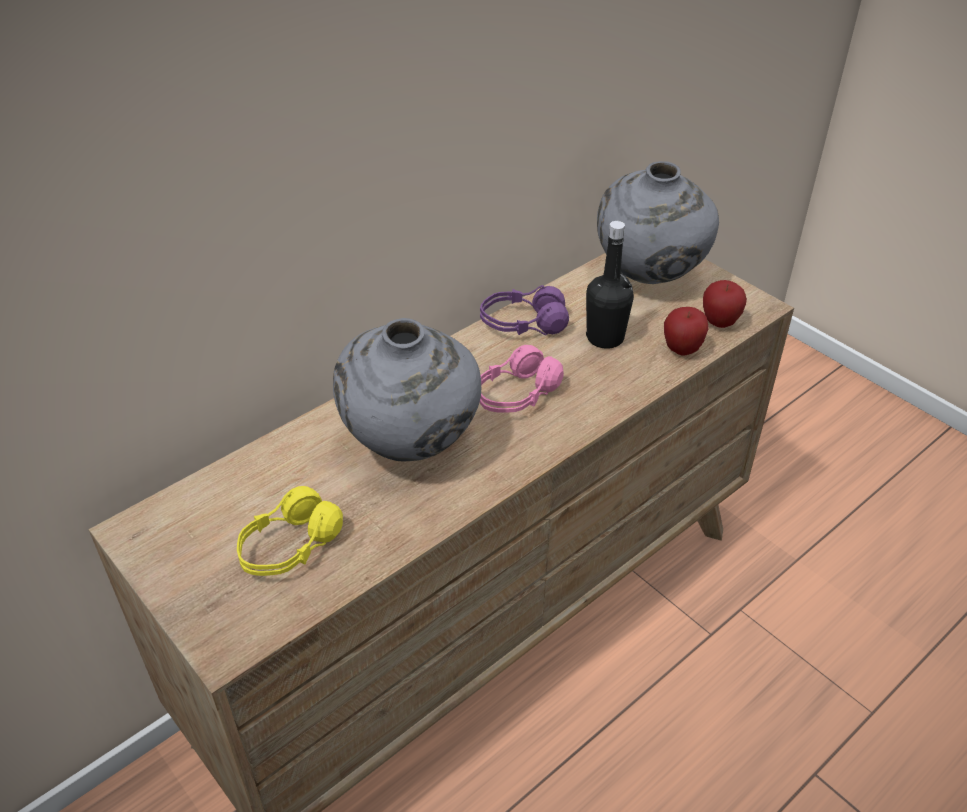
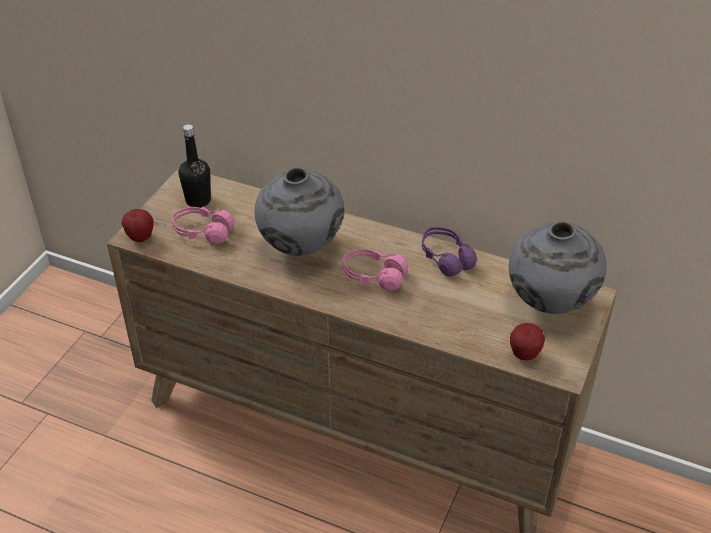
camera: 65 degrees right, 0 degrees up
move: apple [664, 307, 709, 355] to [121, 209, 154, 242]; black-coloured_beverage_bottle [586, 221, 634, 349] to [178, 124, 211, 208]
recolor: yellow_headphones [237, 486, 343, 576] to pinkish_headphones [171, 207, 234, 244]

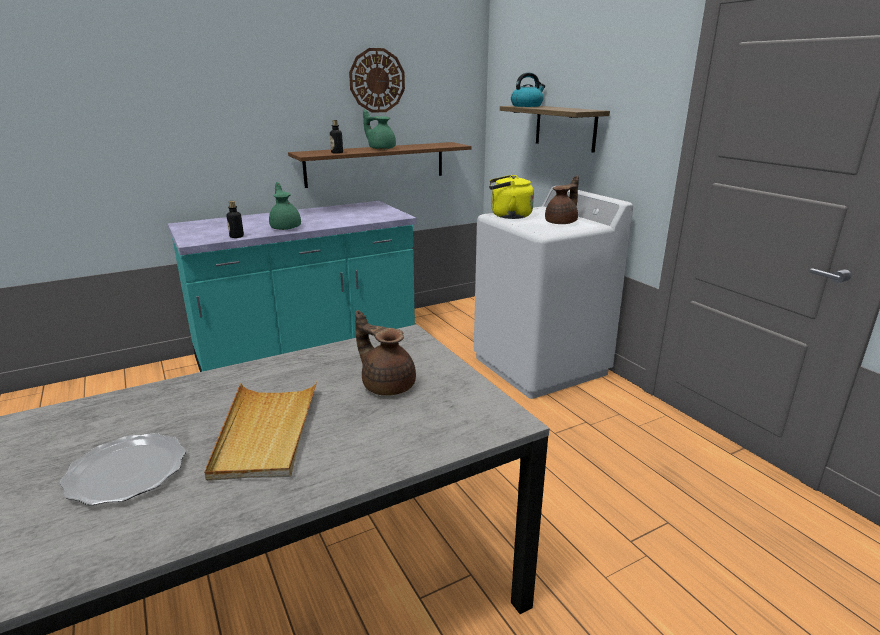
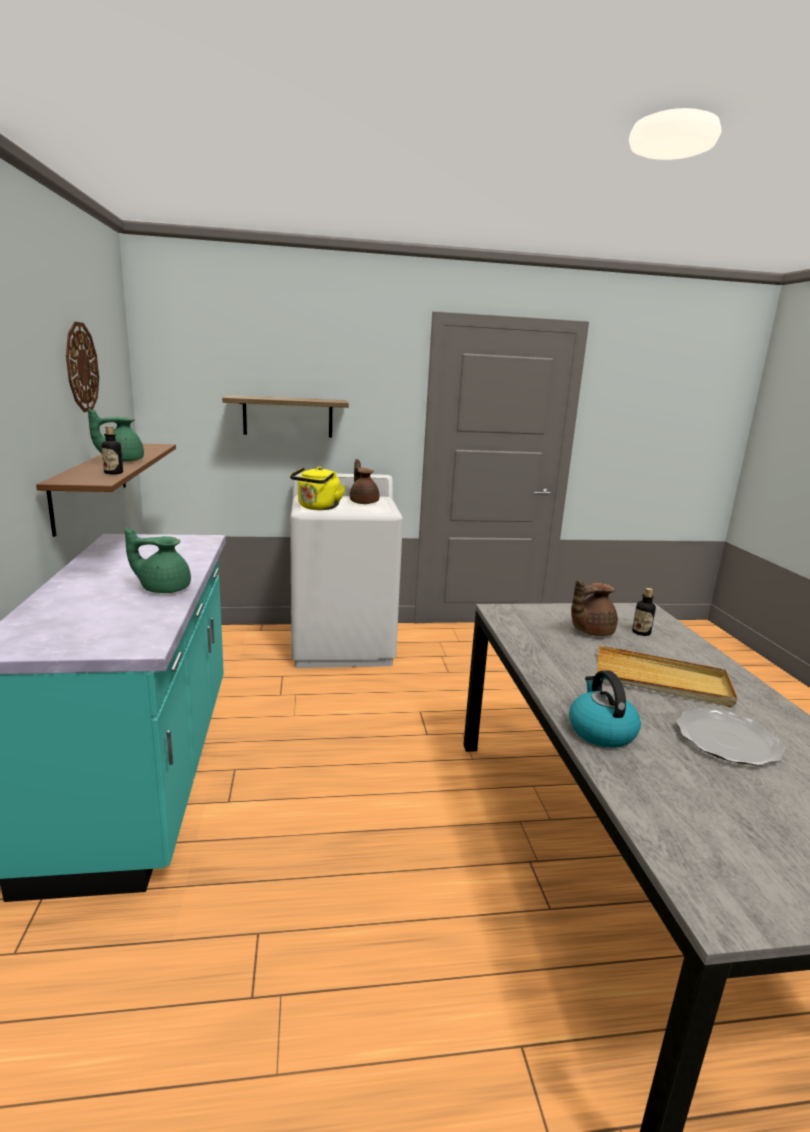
camera: 70 degrees left, 5 degrees down
move: water_kettle [511, 73, 545, 107] to [569, 670, 641, 748]; beverage_bottle [226, 201, 244, 238] to [632, 588, 656, 636]

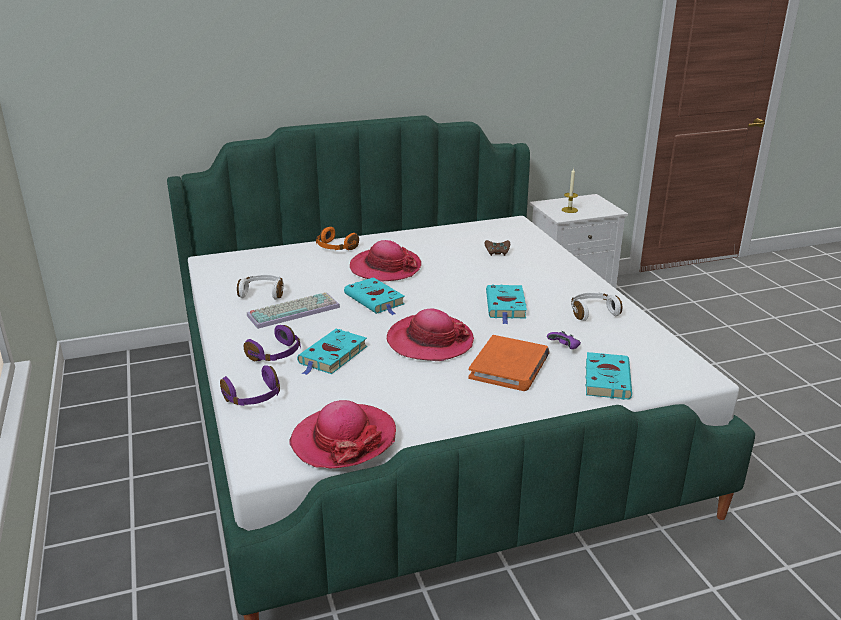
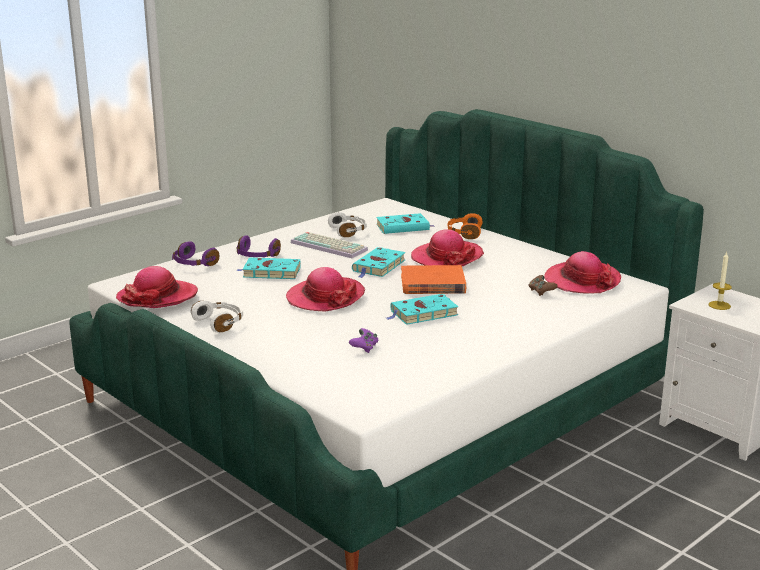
camera: 65 degrees right, 5 degrees down
insert: wearable_hat [544, 251, 621, 294]
move: white_headphones [571, 293, 622, 321] to [191, 300, 243, 332]; turquoise-coloured_bound_book [586, 352, 632, 400] to [376, 213, 434, 234]; orange_bound_book [468, 335, 550, 391] to [401, 265, 466, 294]

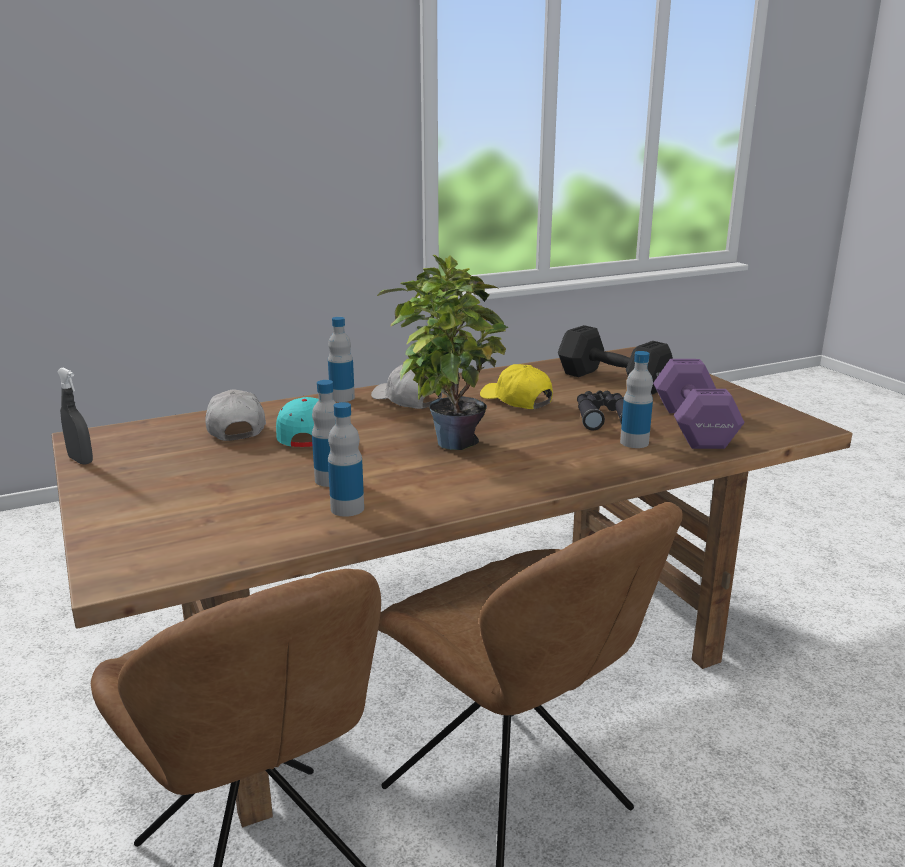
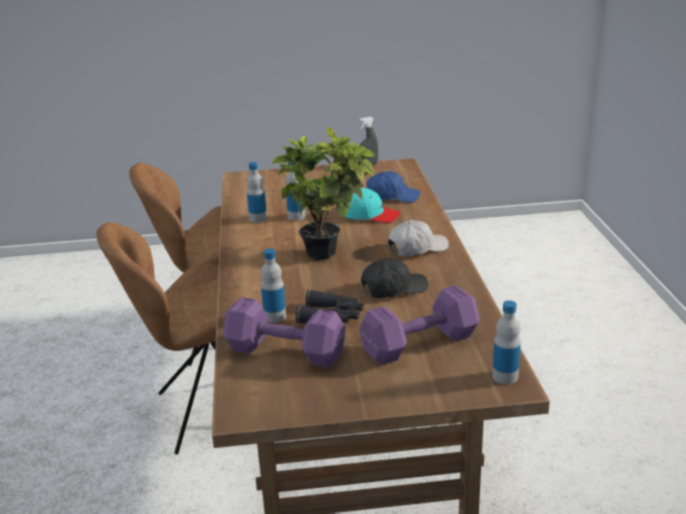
camera: 110 degrees right, 5 degrees up
move: beverage_bottle [328, 317, 355, 402] to [492, 300, 521, 384]
recolor: black-coloured_free_weight [558, 325, 673, 395] to purple-coloured_free_weight [359, 285, 480, 365]; yellow_cap [480, 364, 553, 409] to black-coloured_cap [361, 257, 428, 298]; white_cap [206, 389, 266, 441] to blue_cap [366, 171, 420, 203]

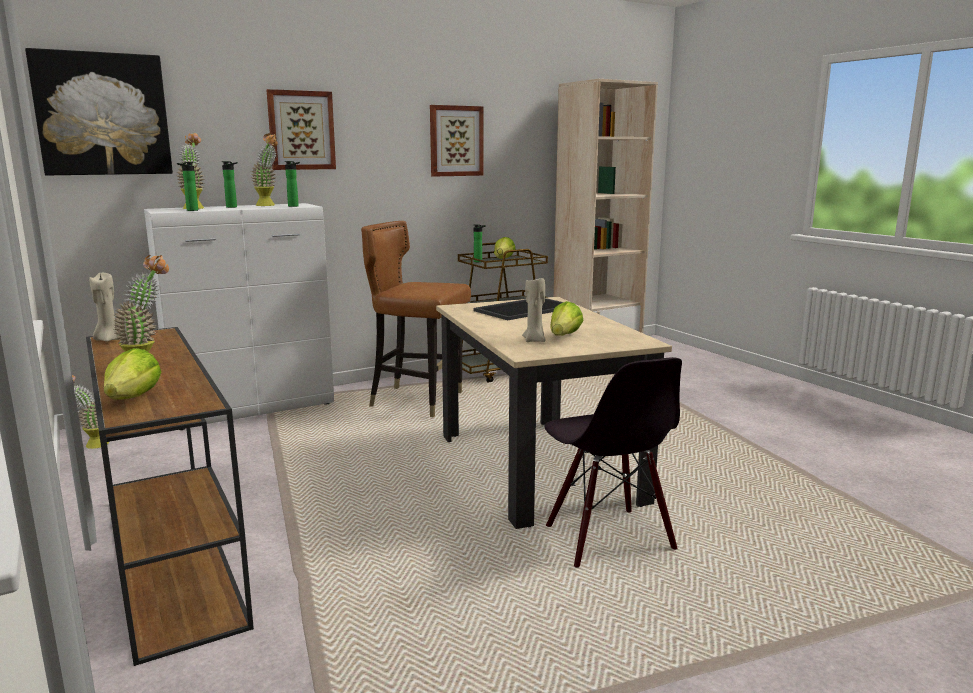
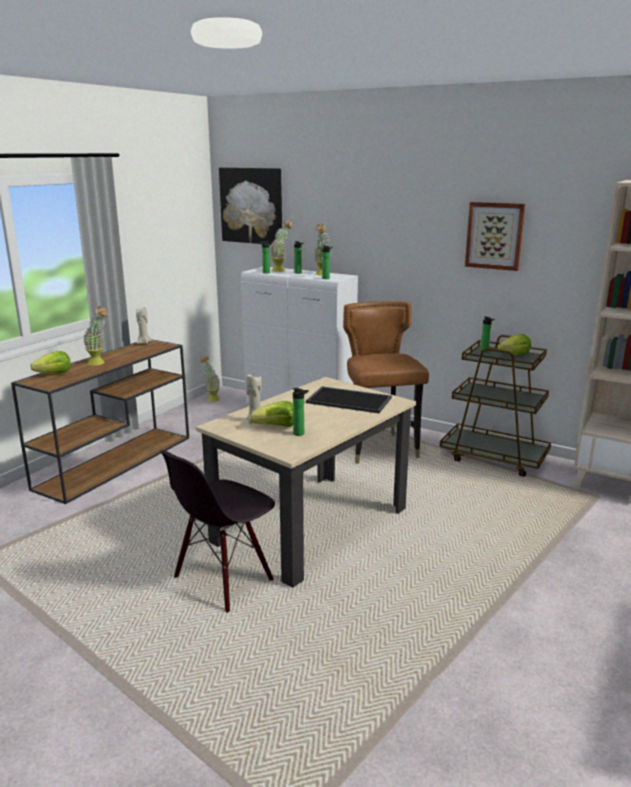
camera: 60 degrees right, 5 degrees up
delete: picture [267, 89, 336, 170]
insert: beverage_bottle [293, 388, 309, 436]

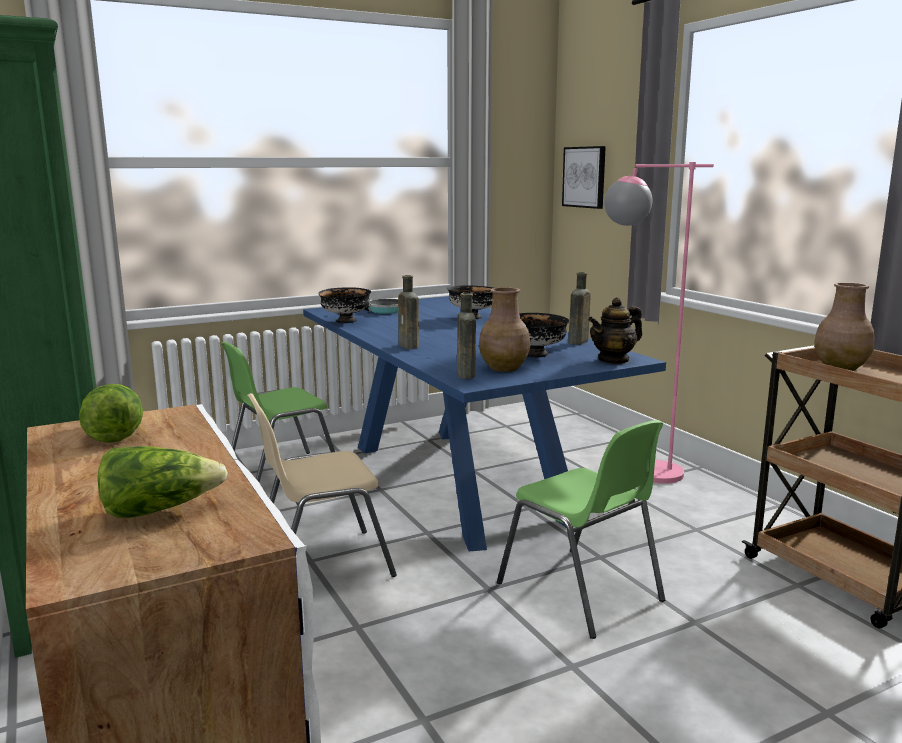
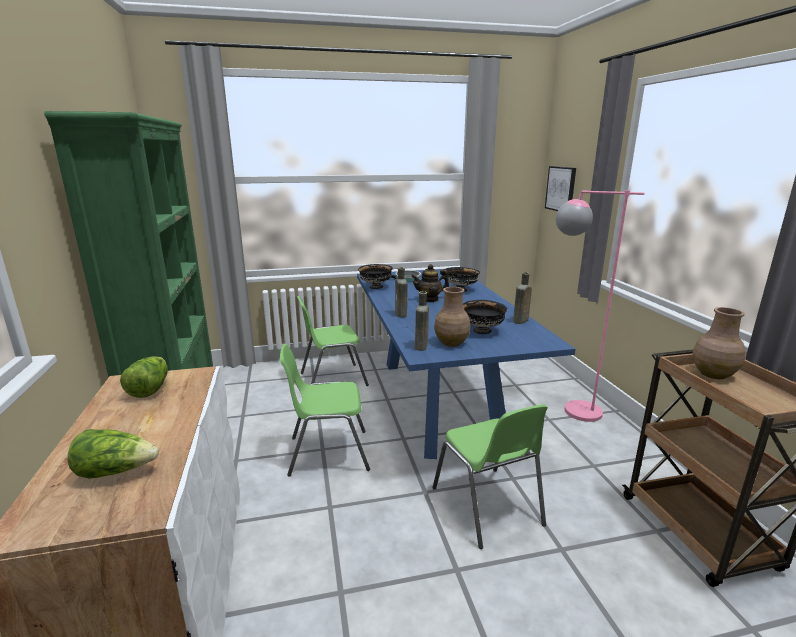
camera: 15 degrees right, 5 degrees up
move: tea_pot [588, 297, 642, 364] to [411, 264, 449, 302]
recolor: beige-coloured_plain_chair [247, 393, 397, 577] to greenish_plain_chair [280, 344, 370, 476]

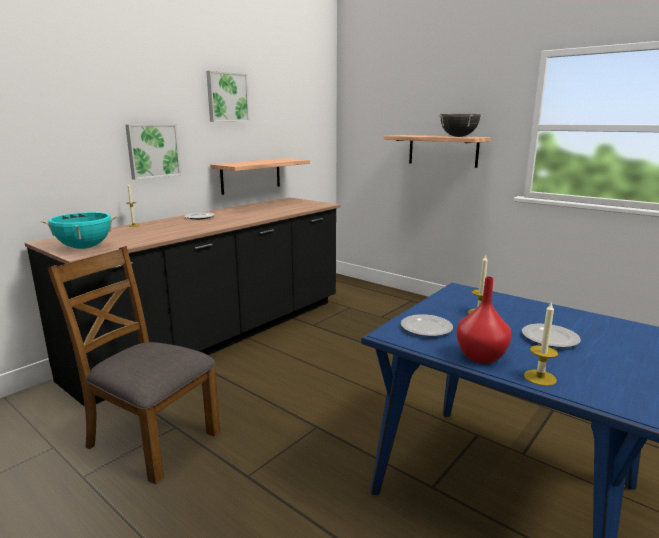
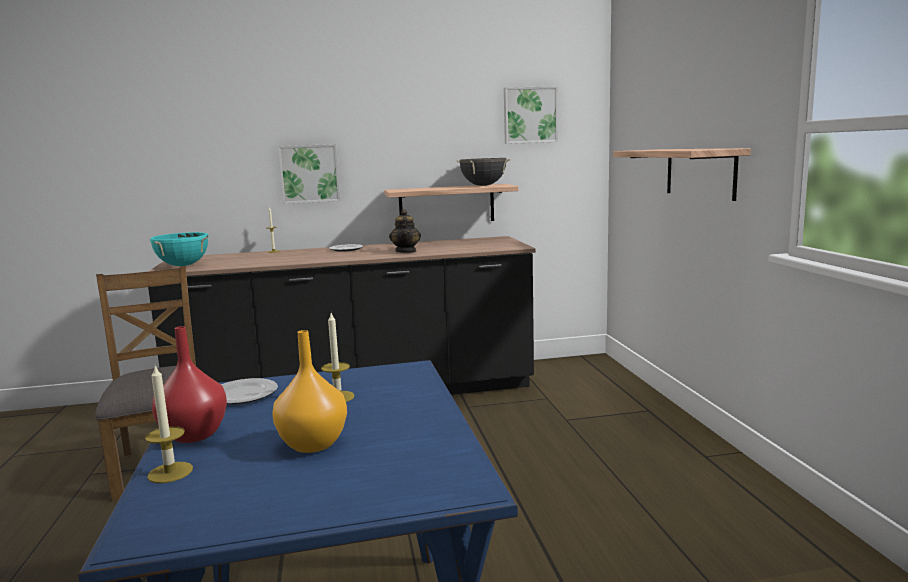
camera: 40 degrees right, 5 degrees down
insert: tea_pot [389, 209, 421, 253]
move: black-coloured_stockpot [438, 114, 482, 137] to [456, 158, 511, 186]; picture [206, 71, 250, 122] to [504, 86, 558, 144]
replace: plate [522, 324, 581, 348] to orange_decorative_vase [273, 330, 347, 453]

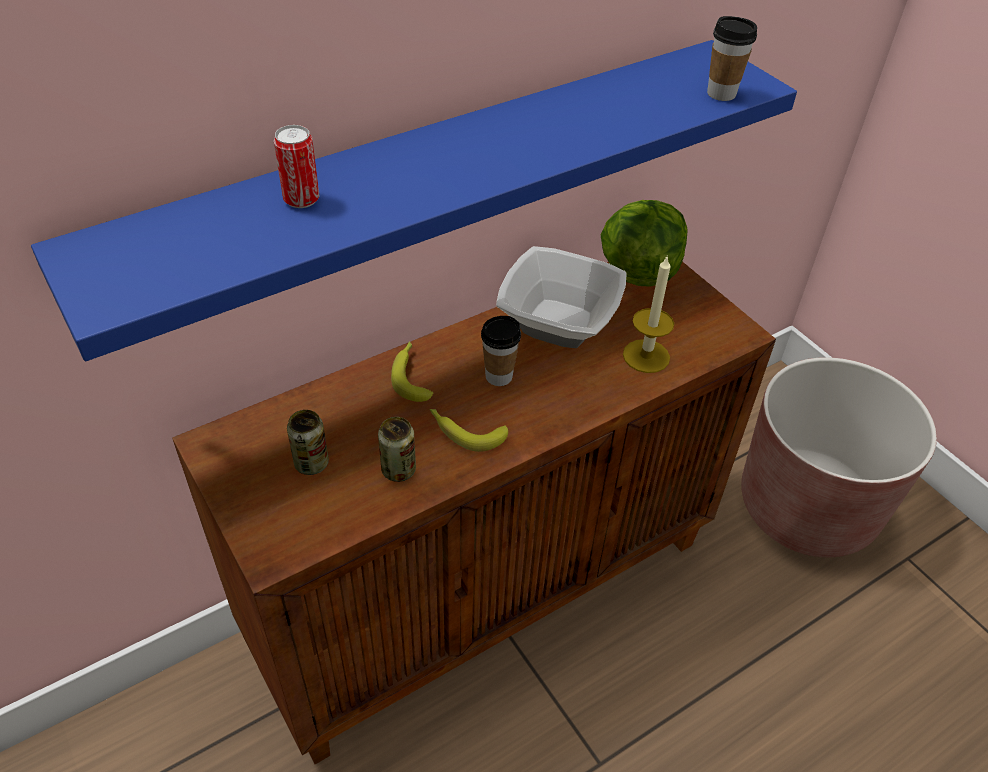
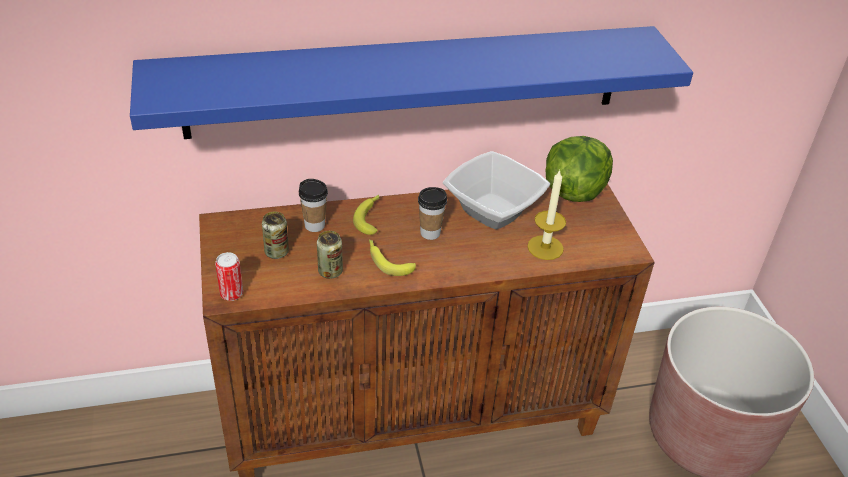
camera: 20 degrees right, 5 degrees down
move: sealed_can [274, 125, 319, 208] to [215, 252, 243, 301]; cup [707, 16, 757, 101] to [299, 179, 328, 232]

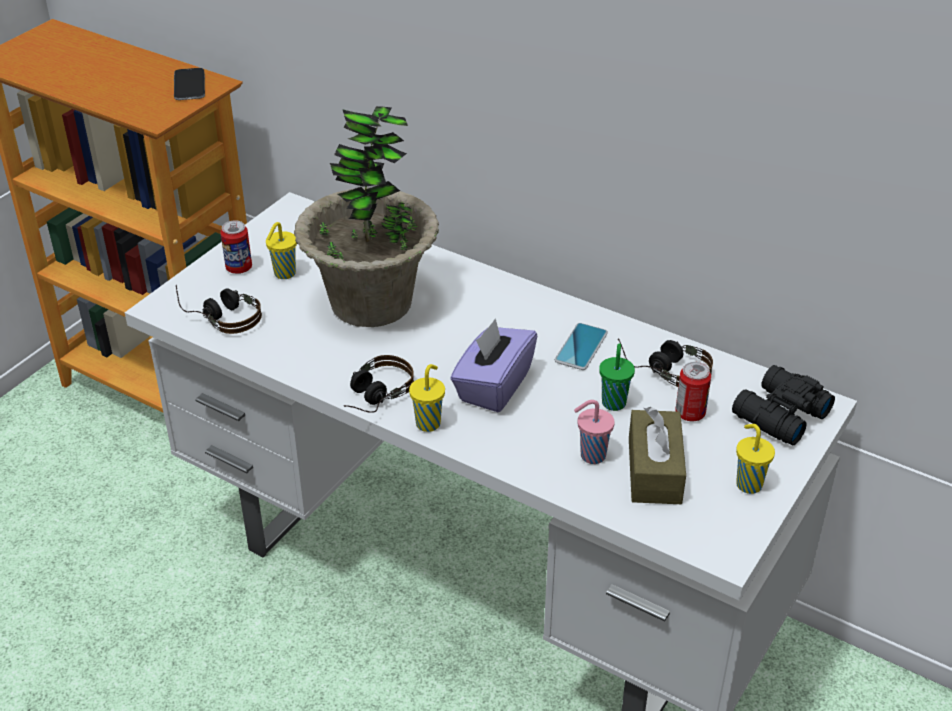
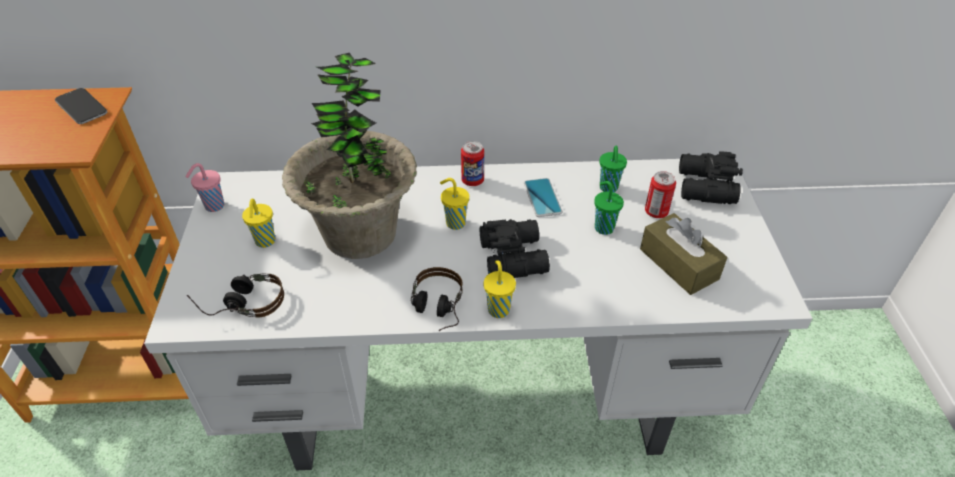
camera: 35 degrees left, 5 degrees up
move: pinkish_cup [574, 400, 615, 464] to [185, 163, 224, 212]; yellow_cup [736, 424, 775, 494] to [440, 178, 469, 230]; sealed_can [220, 220, 252, 274] to [461, 141, 484, 186]
replace: purple-coloured_tissue_holder [451, 318, 537, 412] to black-coloured_binoculars [480, 219, 550, 278]; headphones [618, 338, 713, 387] to greenish_cup [599, 146, 627, 192]

